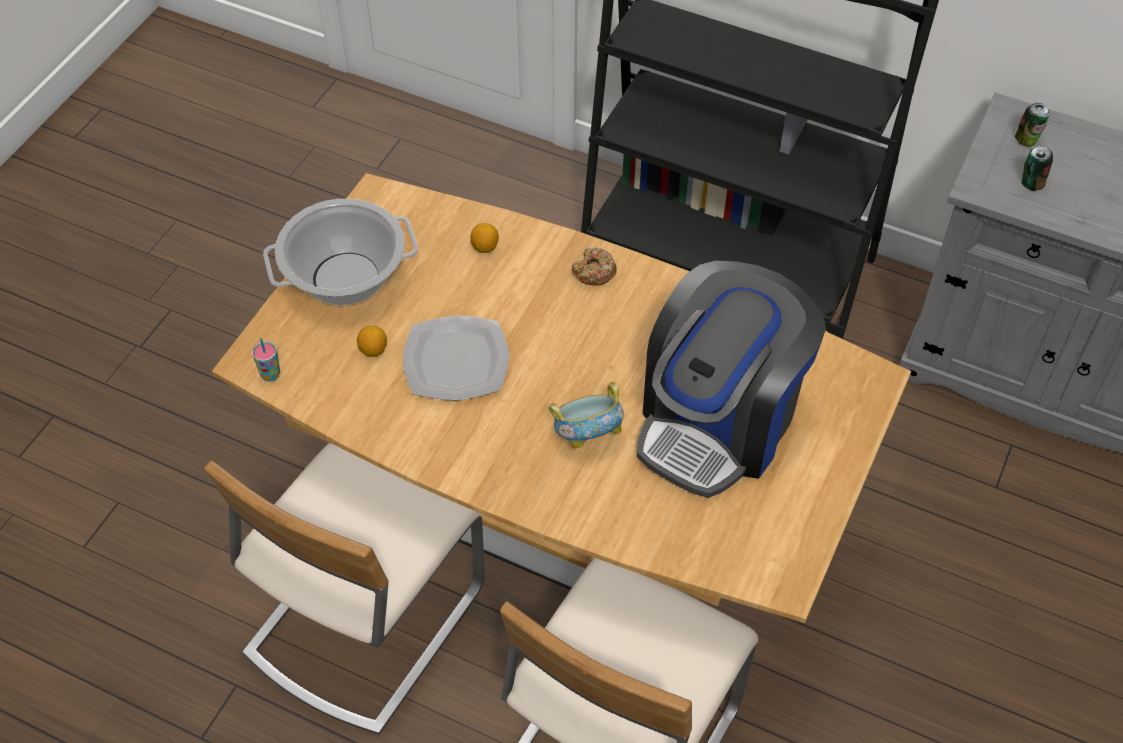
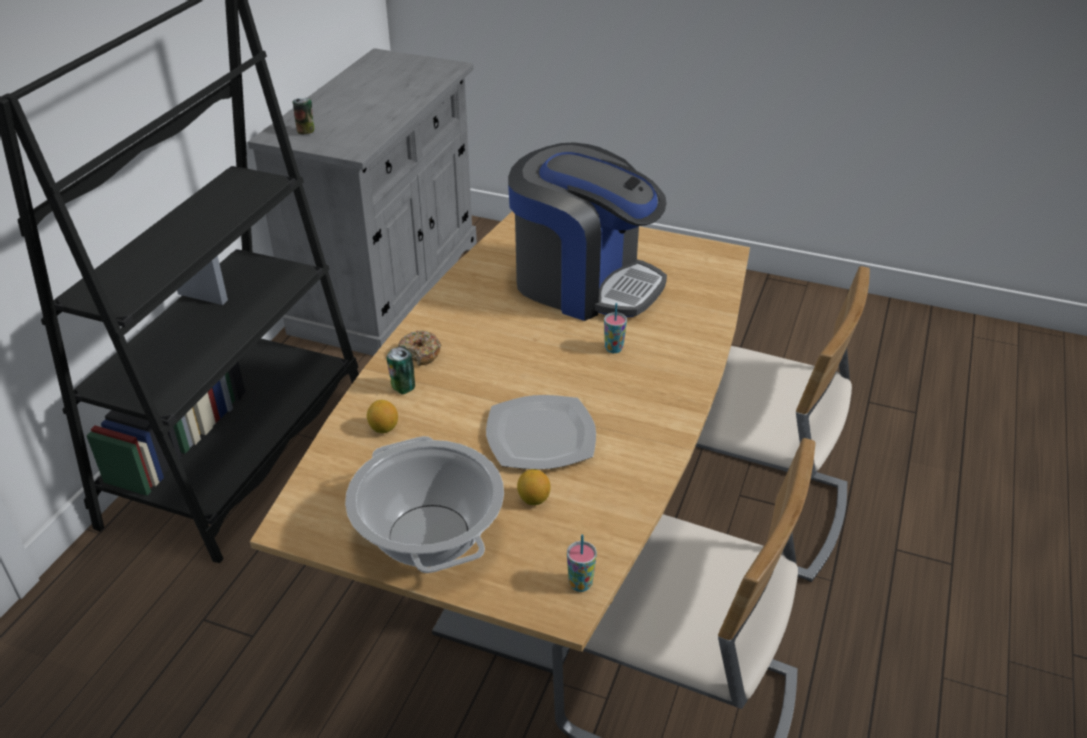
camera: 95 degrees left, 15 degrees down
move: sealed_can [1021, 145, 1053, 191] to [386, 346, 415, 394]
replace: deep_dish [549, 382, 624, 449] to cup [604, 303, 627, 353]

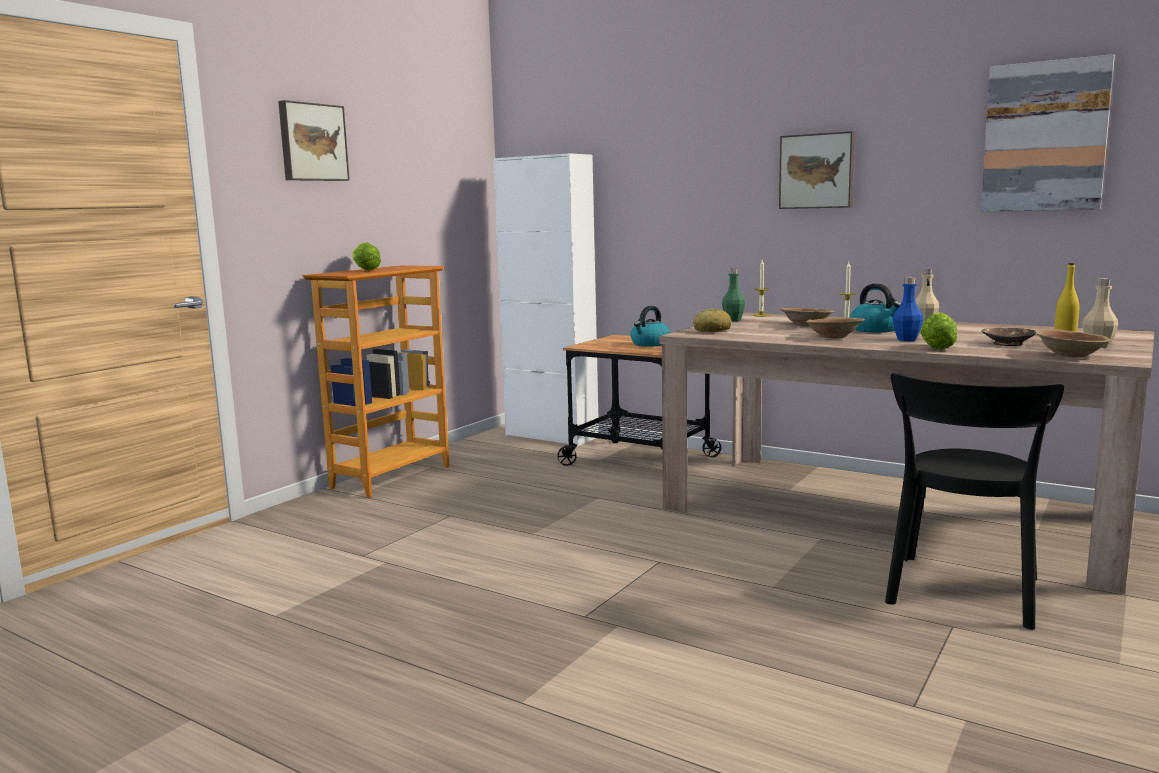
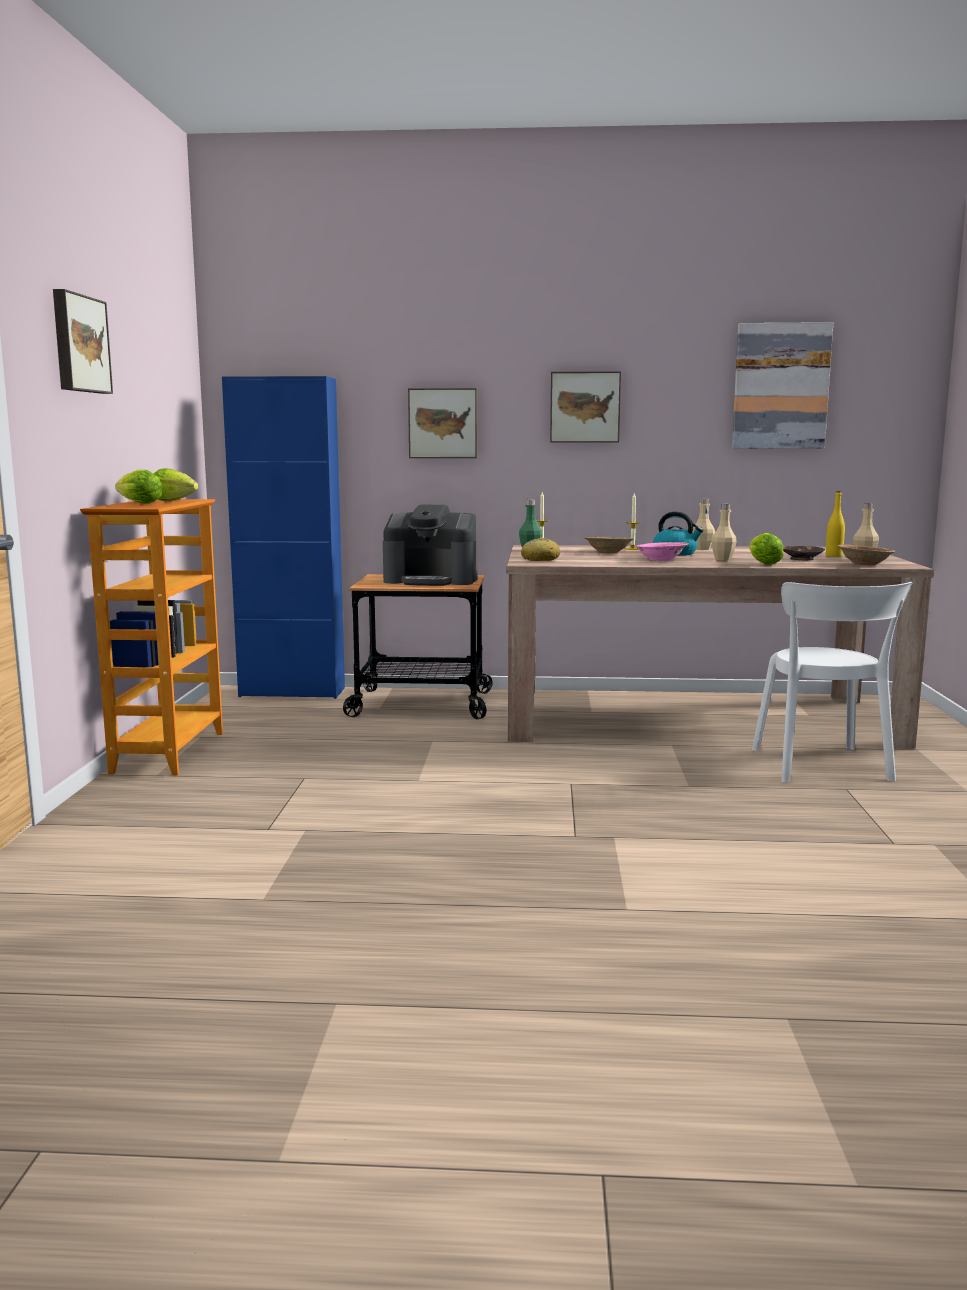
camera: 30 degrees left, 0 degrees up
insert: lettuce_head [154, 469, 198, 501]; picture [408, 388, 477, 458]
replace: water_kettle [630, 306, 671, 347] to coffee_machine [383, 504, 478, 586]
recolor: white_cupboard [493, 153, 599, 446] to blue_cupboard [222, 376, 345, 699]; brown-coloured_deep_dish [805, 317, 865, 339] to pinkish_deep_dish [635, 542, 689, 561]; blue_beverage_bottle [893, 277, 923, 341] to beige-coloured_beverage_bottle [711, 504, 737, 561]; black-coloured_plain_chair [885, 373, 1064, 630] to white_plain_chair [752, 582, 912, 783]

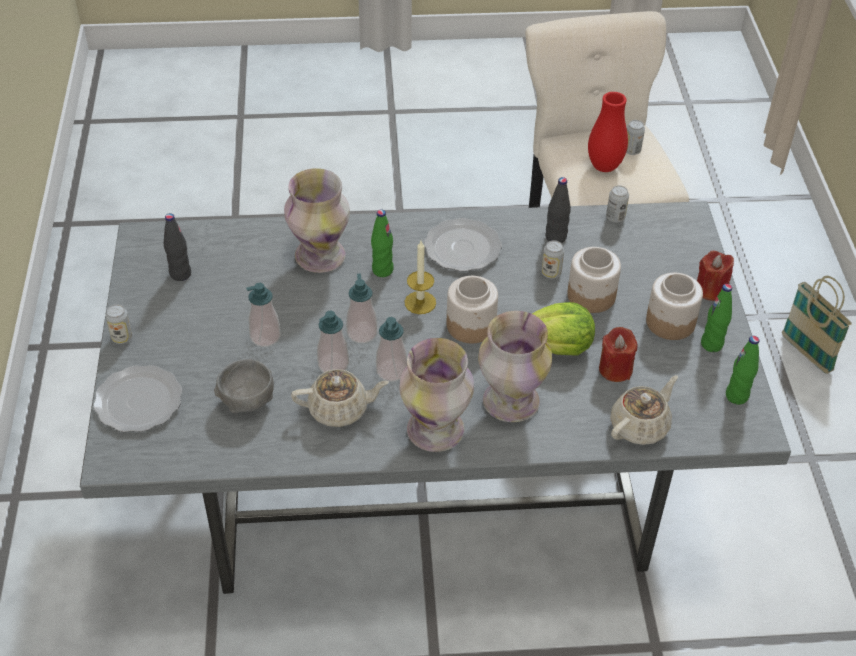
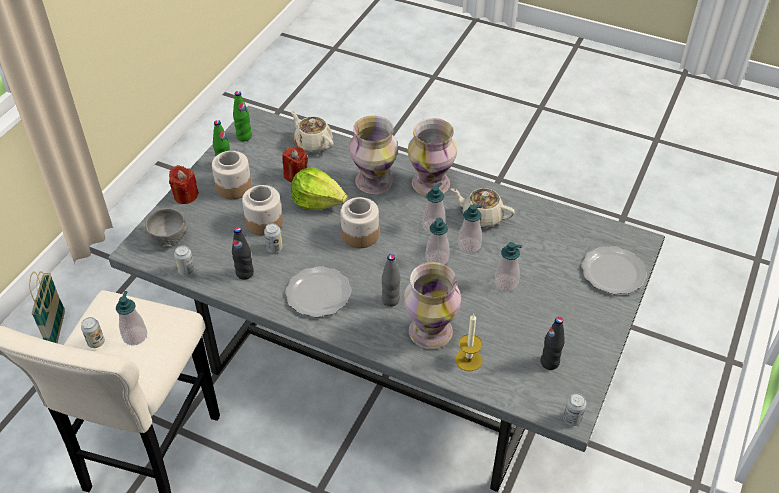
camera: 150 degrees left, 0 degrees up
move: greyish_deep_dish [214, 359, 274, 413] to [144, 208, 188, 247]; candle [405, 241, 436, 314] to [455, 314, 482, 371]; sealed_can [105, 304, 133, 344] to [563, 393, 586, 426]
replace: red-coloured_decorative_vase [588, 92, 628, 172] to liquid_soap_bottle [116, 291, 147, 345]
recolor: greenish_beverage_bottle [371, 209, 394, 277] to greyish_beverage_bottle [382, 254, 400, 307]
rotate: beige-coloured_tea_pot [610, 375, 678, 445] = [290, 110, 334, 153] 60 degrees clockwise

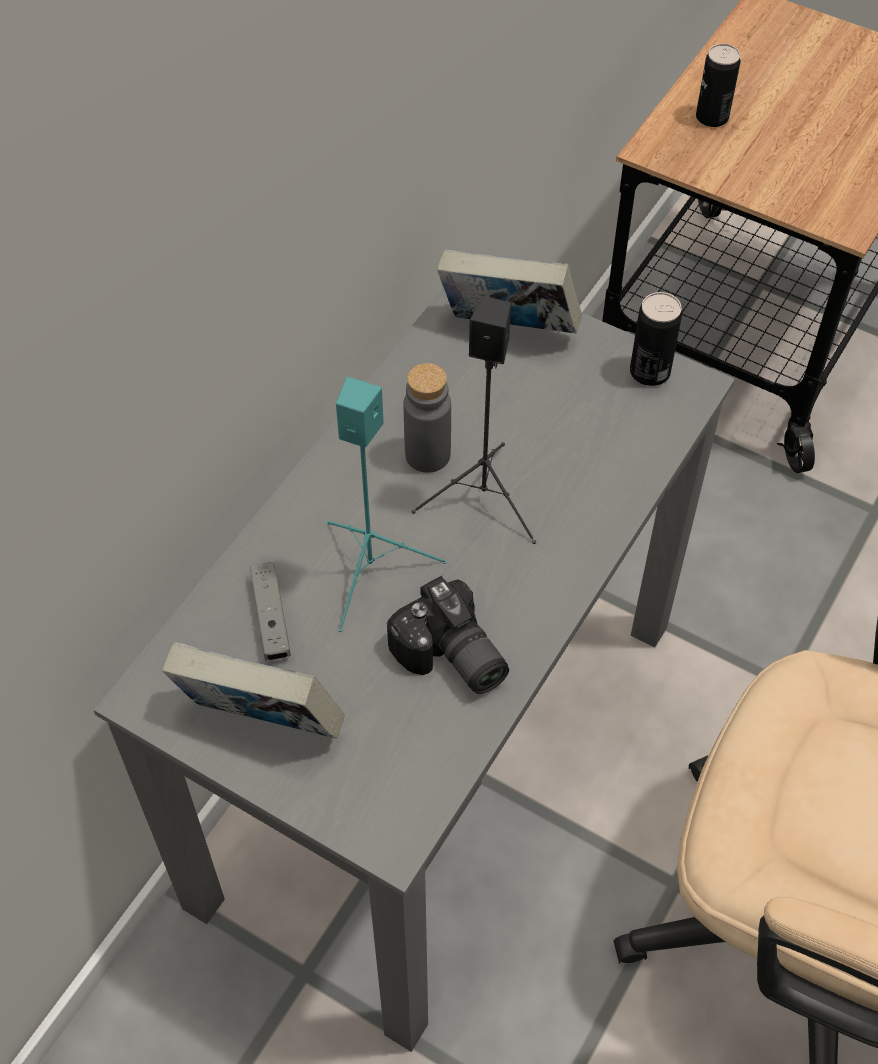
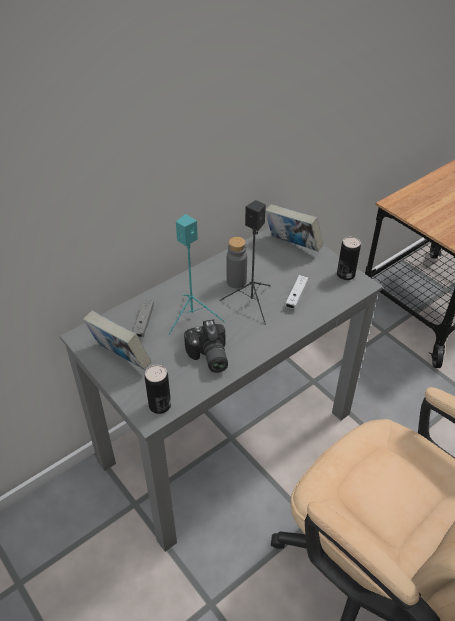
camera: 20 degrees right, 10 degrees down
insert: white_gamepad [285, 275, 308, 309]
move: sealed_can [696, 44, 741, 127] to [145, 365, 171, 414]

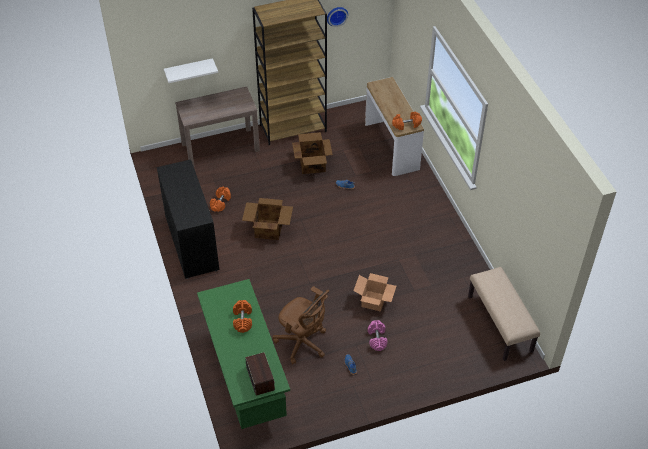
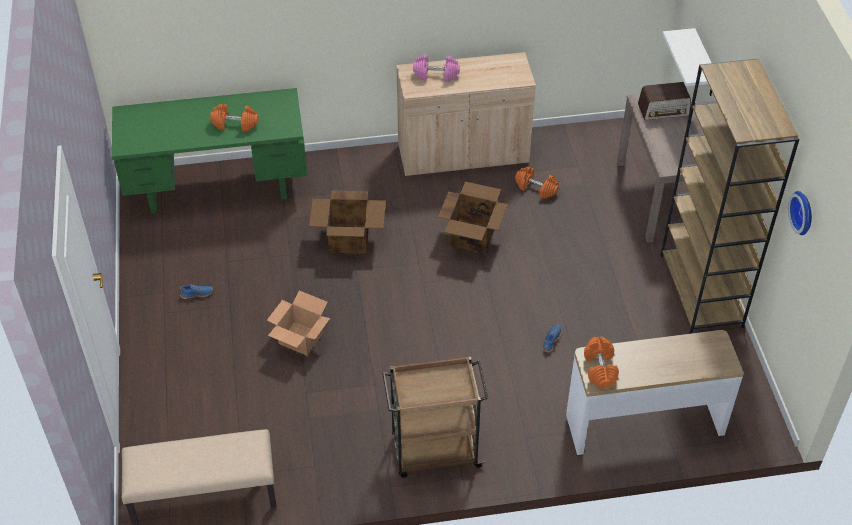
camera: 100 degrees right, 0 degrees up
delete: brown-coloured_computer_chair [273, 286, 330, 365]
insert: brown-coloured_trolley [382, 357, 488, 478]
move: carton [292, 132, 333, 174] to [309, 191, 386, 254]; pinkish_free_weight [368, 320, 387, 351] to [413, 55, 460, 82]; radio_receiver [246, 352, 275, 396] to [638, 82, 691, 120]
recolor: black-coloured_cupboard [157, 159, 219, 279] to beige-coloured_cupboard [396, 52, 536, 176]

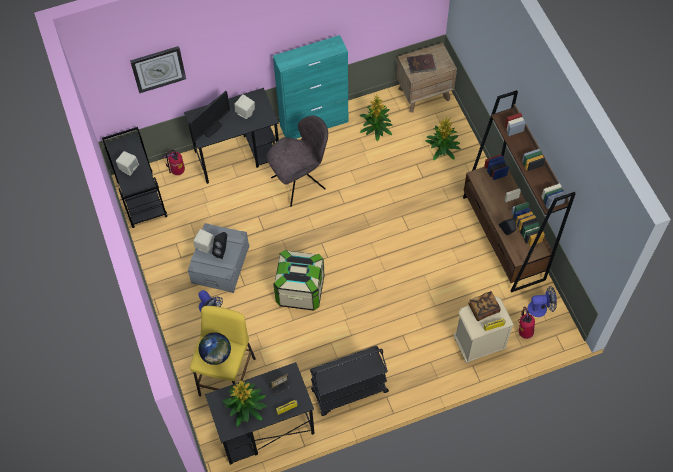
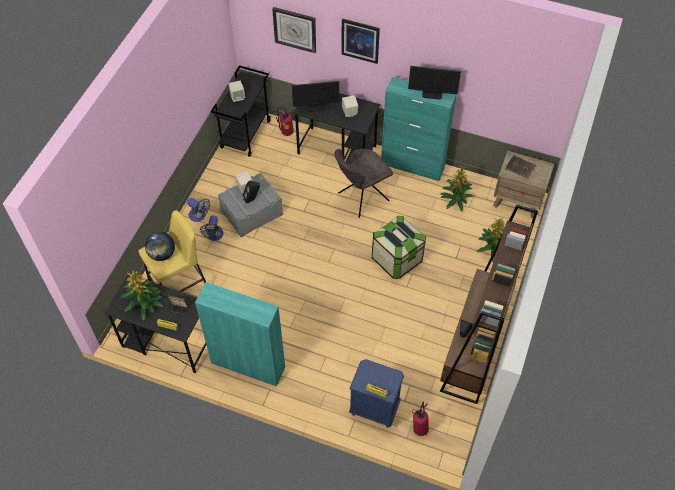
camera: 40 degrees right, 5 degrees down
delete: bound_book [468, 291, 501, 321]
insert: picture [341, 19, 380, 64]; computer_screen [408, 66, 461, 100]
move: fan [528, 286, 557, 317] to [187, 198, 210, 222]; storage_bin [273, 250, 325, 311] to [372, 216, 426, 279]
replace: black-coloured_trolley [310, 346, 389, 416] to turquoise-coloured_cupboard [195, 282, 285, 386]
recolor: beige-coloured_nightstand [454, 296, 514, 363] to blue_nightstand [349, 359, 404, 428]
rotate: greyish_plain_chair [266, 115, 328, 207] = [334, 149, 393, 218] 135 degrees clockwise

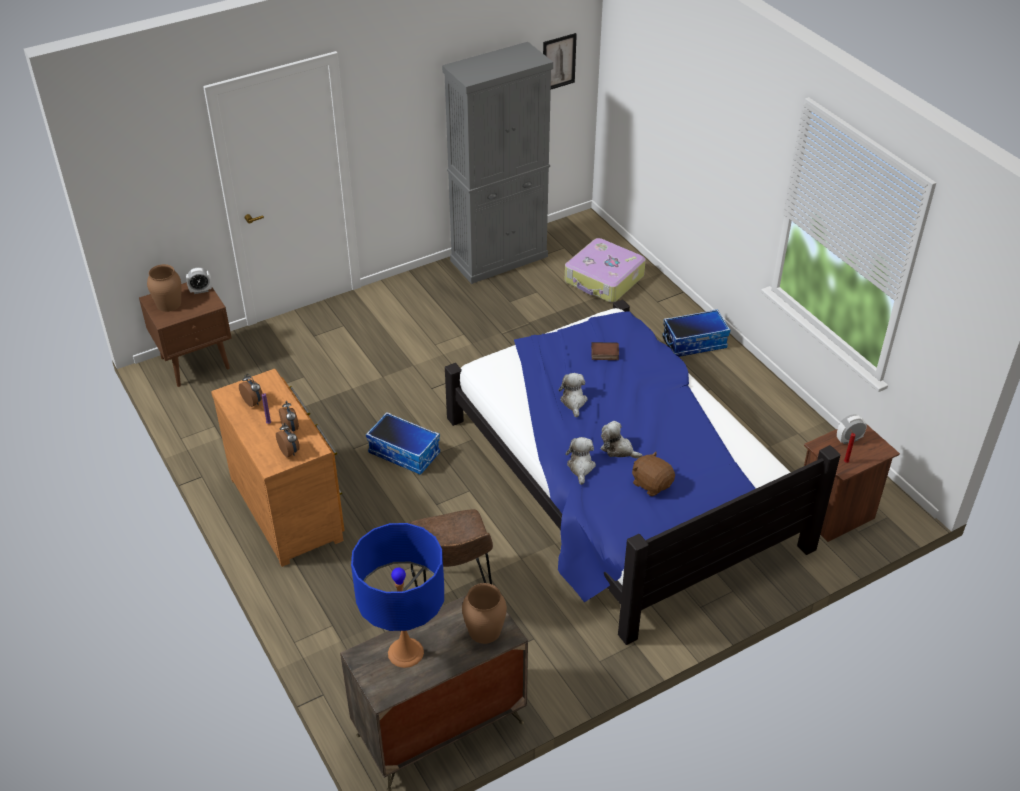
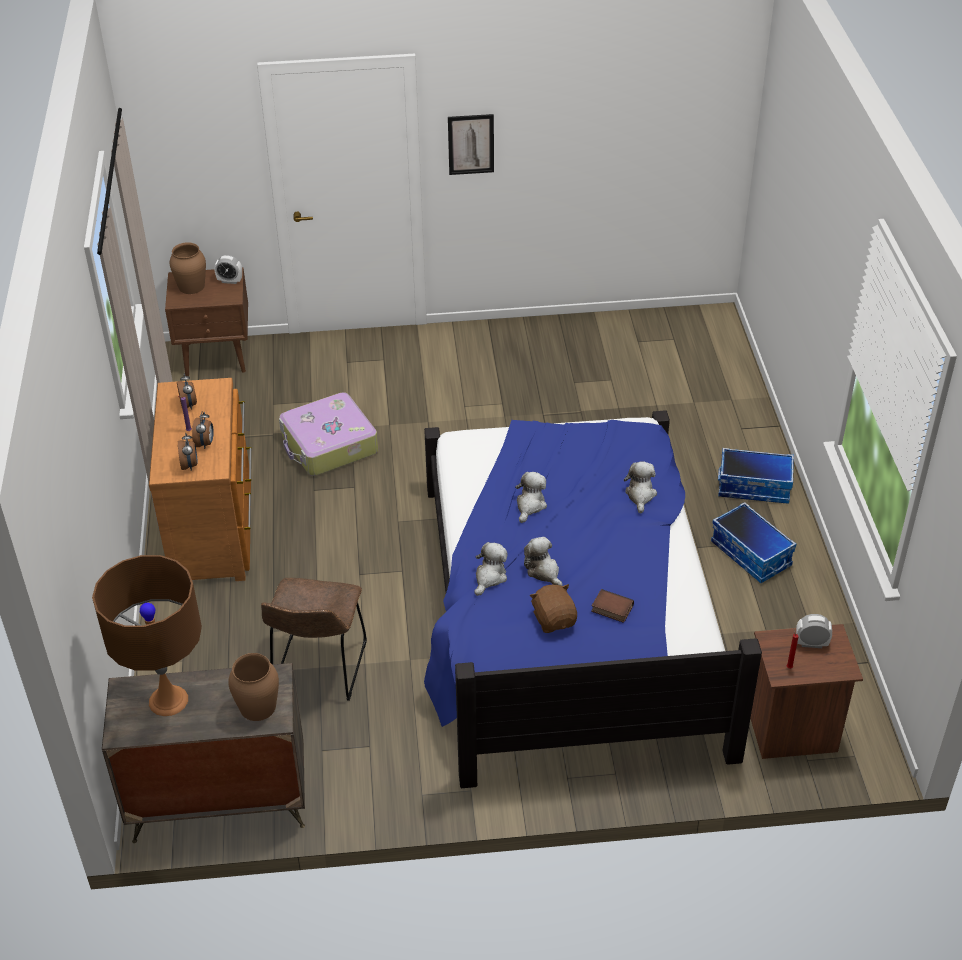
camera: 25 degrees right, 0 degrees up
delete: greyish_cupboard [442, 42, 553, 284]
insert: soft_toy [624, 461, 657, 514]
move: travel_case [564, 238, 646, 302] to [279, 392, 378, 476]; picture [543, 33, 577, 89] to [448, 114, 494, 175]; bound_book [591, 342, 619, 360] to [591, 589, 634, 623]; storage_bin [366, 412, 440, 475] to [711, 502, 796, 583]
recolor: blue_lamp_for_a_table [351, 523, 444, 668] to brown-coloured_lamp_for_a_table [92, 555, 202, 716]

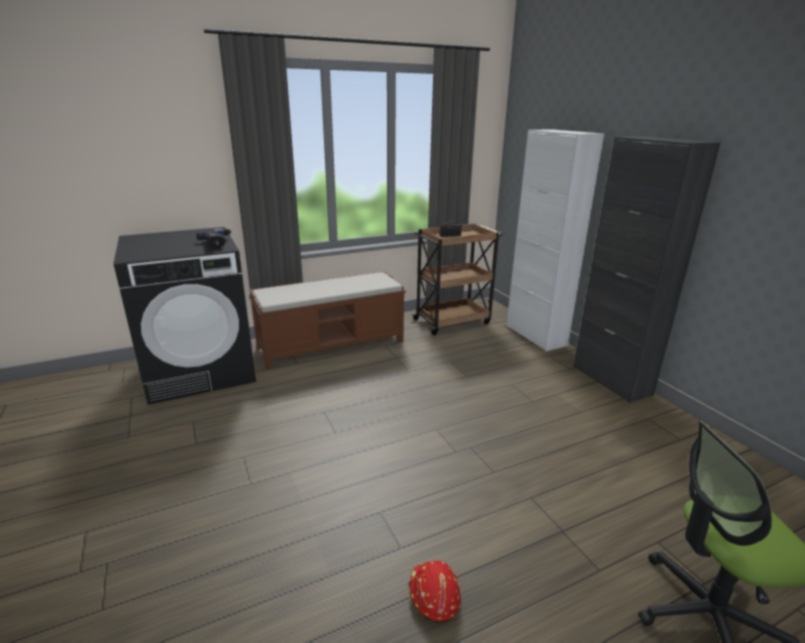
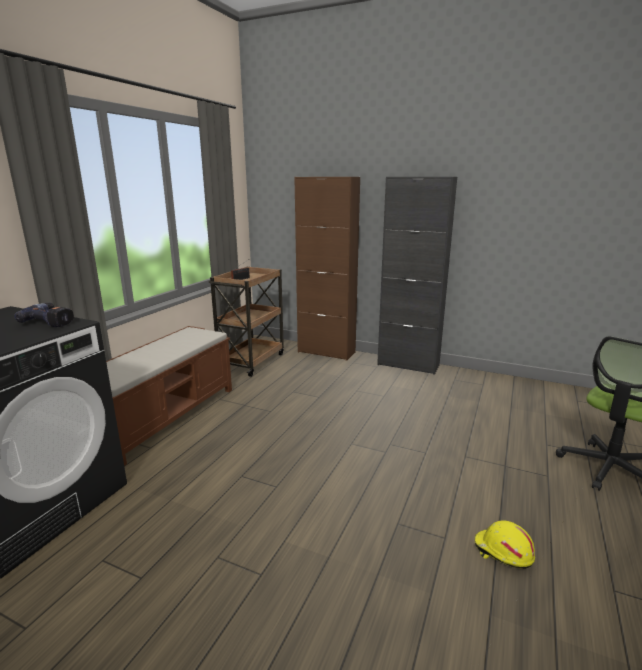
camera: 40 degrees left, 5 degrees down
recolor: white_cupboard [507, 129, 604, 351] to brown-coloured_cupboard [294, 177, 360, 361]; red-coloured_safety_helmet [408, 560, 461, 623] to yellow_safety_helmet [475, 520, 535, 569]

